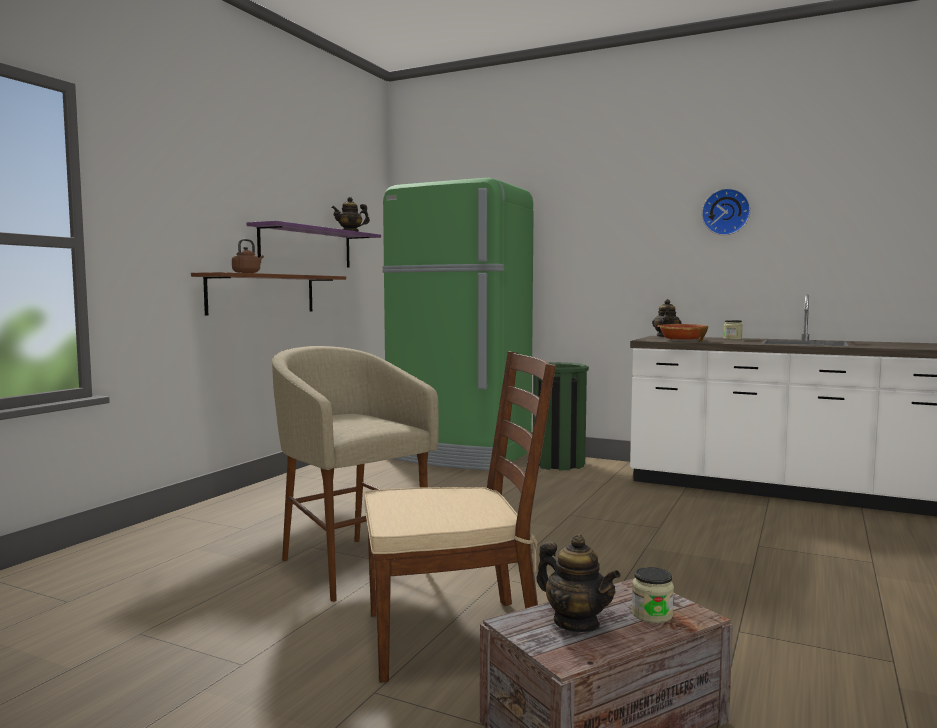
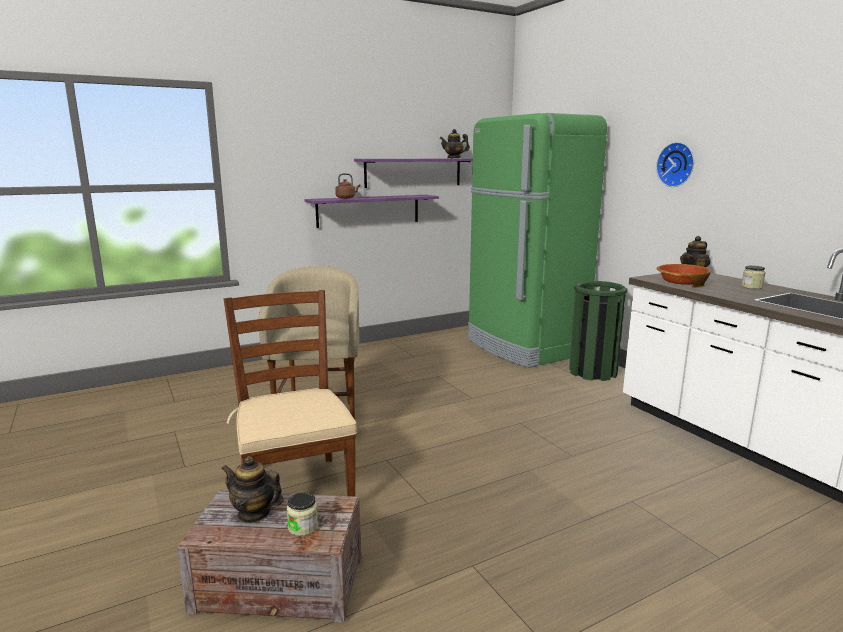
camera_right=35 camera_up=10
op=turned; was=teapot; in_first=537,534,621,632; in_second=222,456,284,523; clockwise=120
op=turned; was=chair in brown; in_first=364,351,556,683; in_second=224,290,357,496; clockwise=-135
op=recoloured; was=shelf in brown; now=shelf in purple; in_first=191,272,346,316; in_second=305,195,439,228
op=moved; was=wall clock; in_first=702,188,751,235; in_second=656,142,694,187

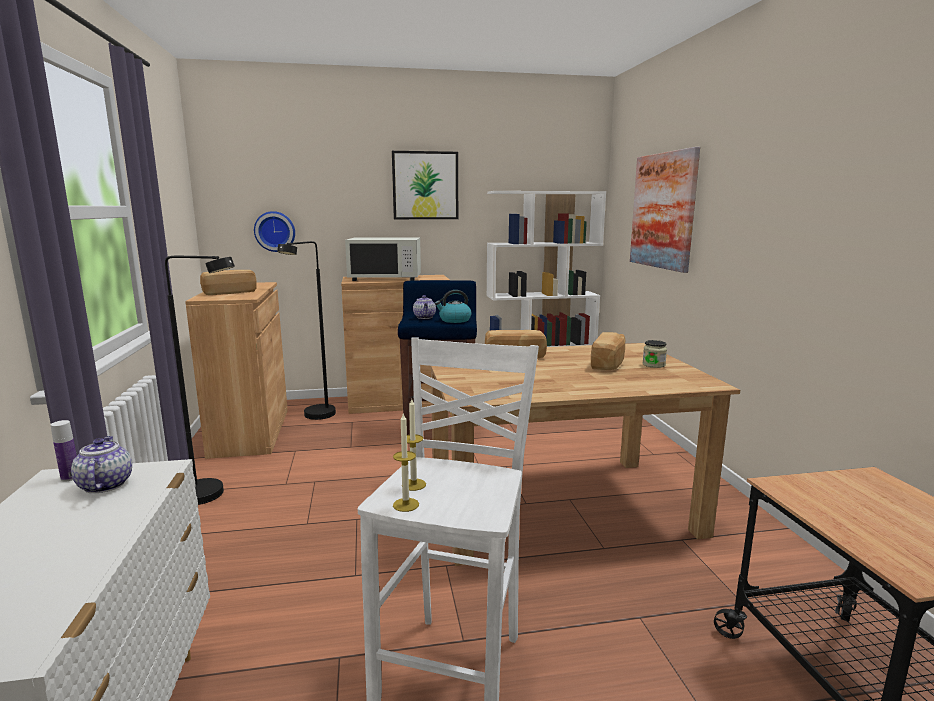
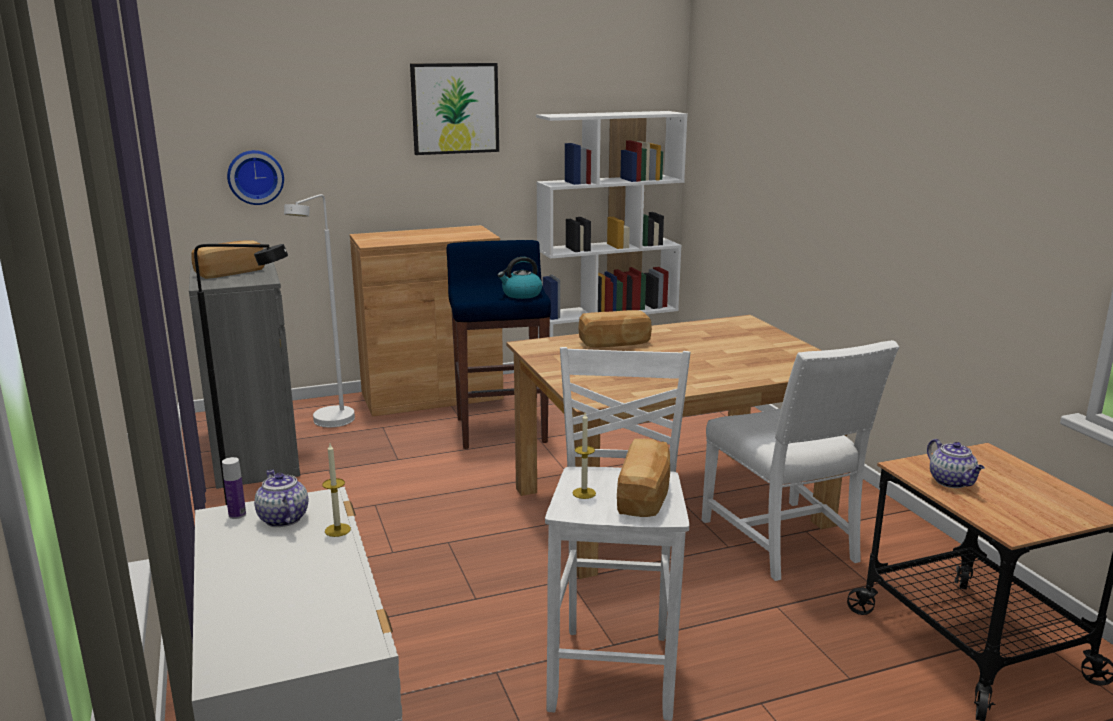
camera_right=-10 camera_up=5
op=recoloured; was=cabinet in brown; now=cabinet in grey; in_first=185,282,288,459; in_second=189,257,300,489
op=recoloured; was=floor lamp in black; now=floor lamp in white; in_first=277,241,336,420; in_second=284,194,355,427
op=moved; was=candle; in_first=393,412,419,512; in_second=322,444,351,537
op=moved; was=bread; in_first=591,332,625,370; in_second=617,438,670,517
op=added; now=chair in white; in_second=702,340,899,581
op=moved; was=teapot; in_first=413,295,436,319; in_second=927,439,985,488
op=removed; was=microwave in white; in_first=345,238,421,281
op=removed; was=picture; in_first=630,147,700,273
op=removed; was=jar; in_first=643,340,667,368

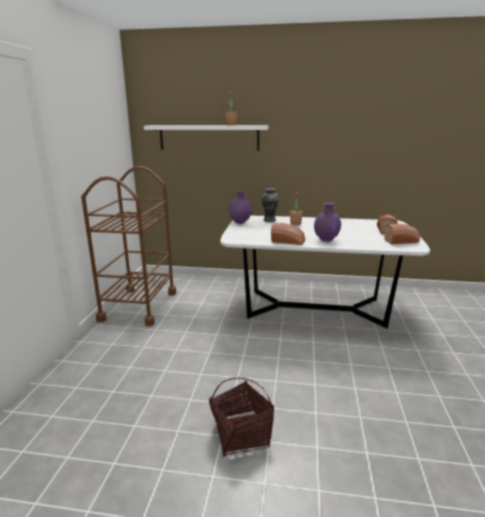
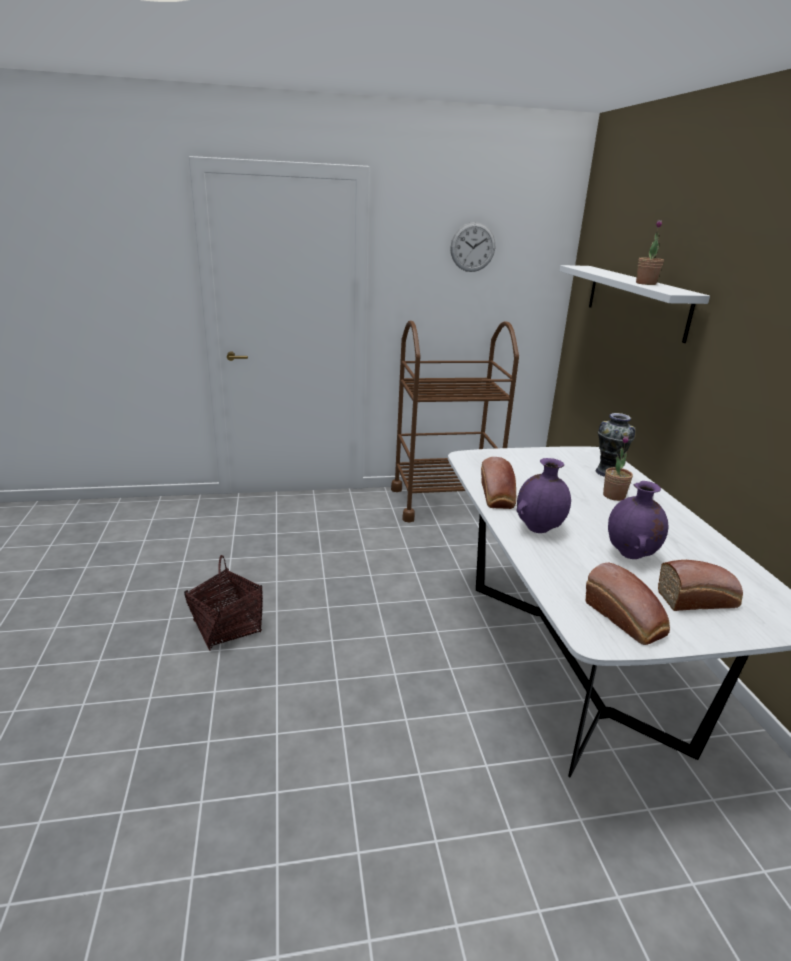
camera_right=70 camera_up=5
op=added; now=wall clock; in_second=450,222,495,272
op=moved; was=vase in purple; in_first=228,191,253,224; in_second=608,481,668,559

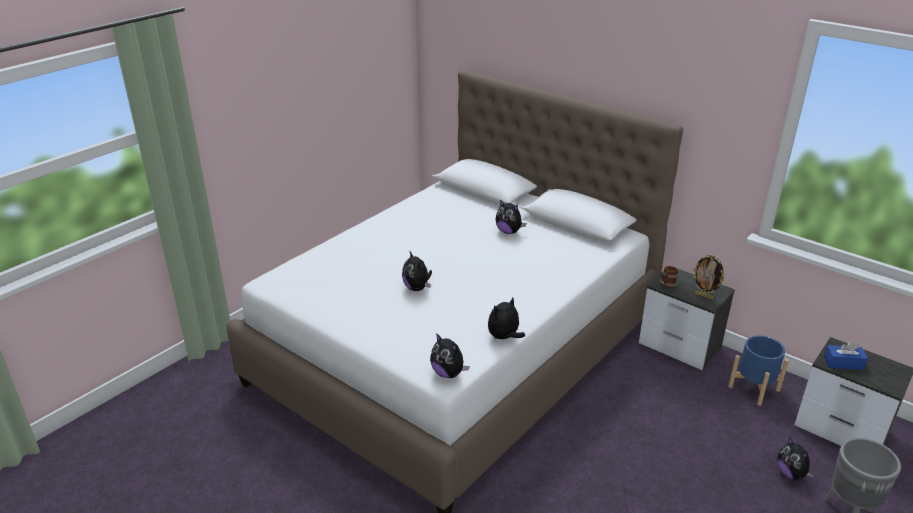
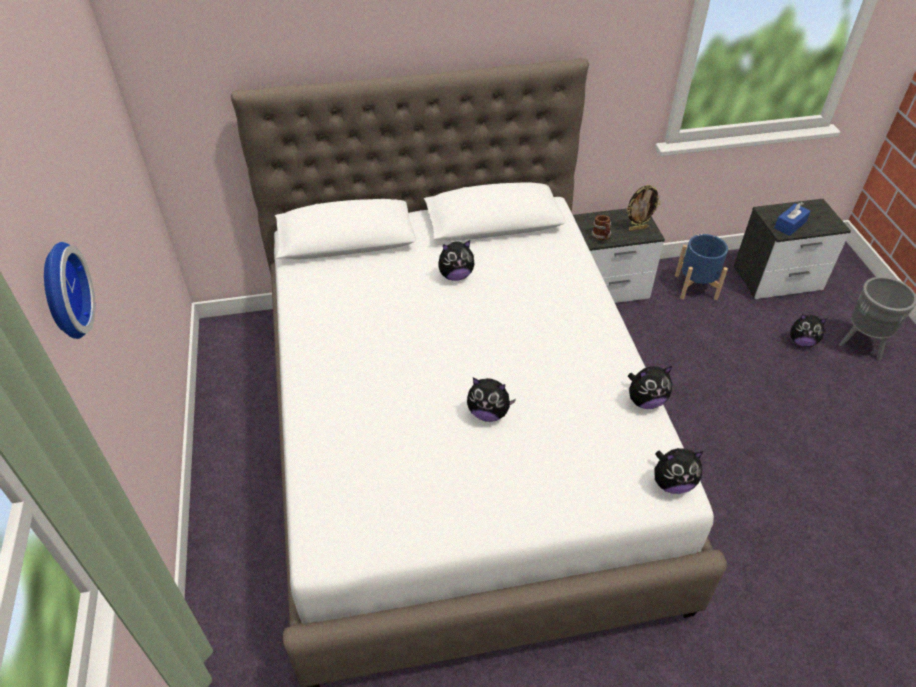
camera_right=-50 camera_up=15
op=added; now=wall clock; in_second=44,242,95,339
op=turned; was=plush toy; in_first=488,298,525,339; in_second=628,366,672,409; clockwise=-105

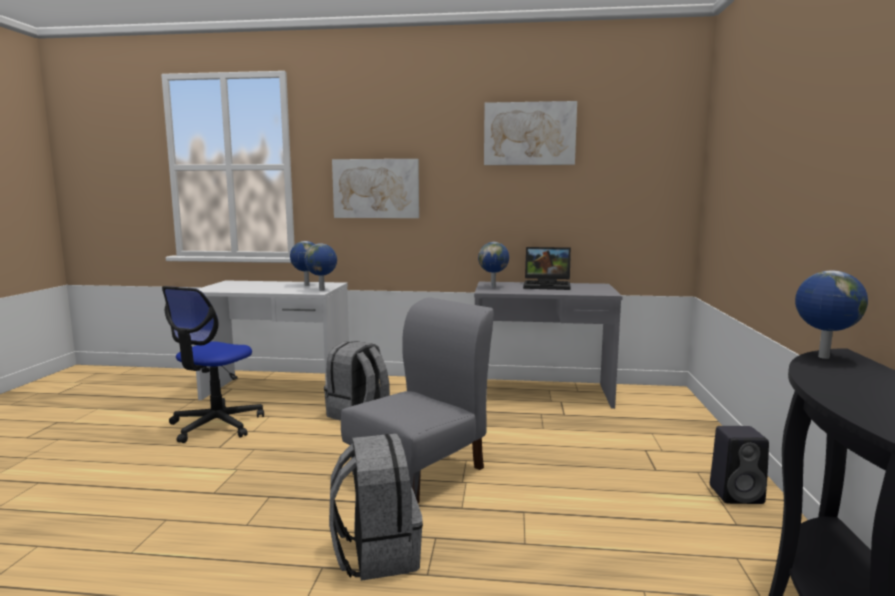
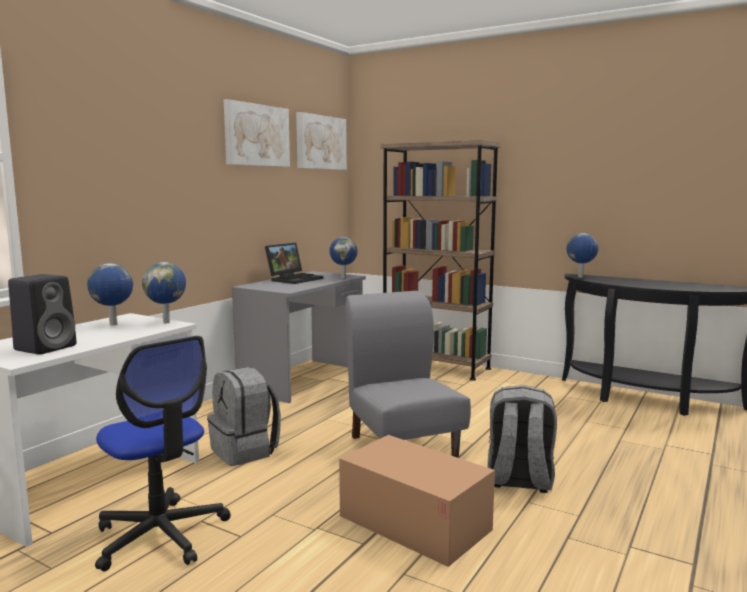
camera_right=-65 camera_up=0
op=moved; was=speaker in black; in_first=710,426,769,504; in_second=8,274,77,355
op=moved; was=picture; in_first=332,159,419,218; in_second=296,112,347,170
op=moved; was=globe; in_first=478,242,509,288; in_second=330,237,358,279
op=added; now=cardboard box; in_second=339,435,495,567
op=added; now=bookcase in brown; in_second=381,140,501,381

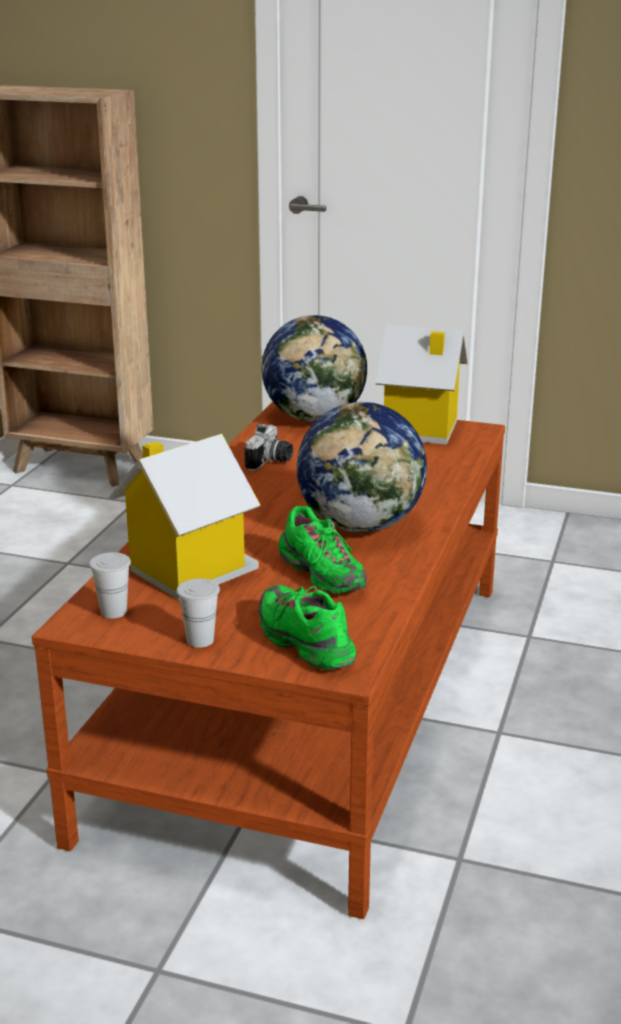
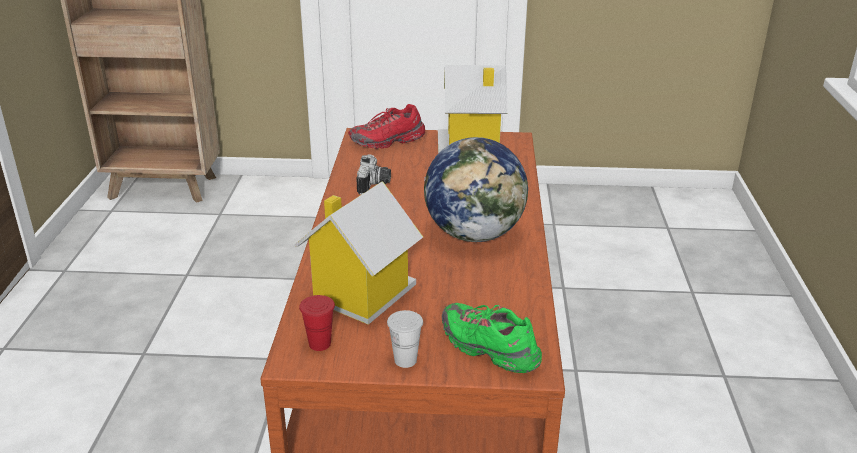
camera_right=-15 camera_up=5
op=recoloured; was=cup in white; now=cup in red; in_first=89,552,131,619; in_second=299,295,335,351
op=replaced; was=globe; now=shoe in red; in_first=261,315,367,422; in_second=348,104,425,149
op=removed; was=shoe in green; in_first=278,506,367,594

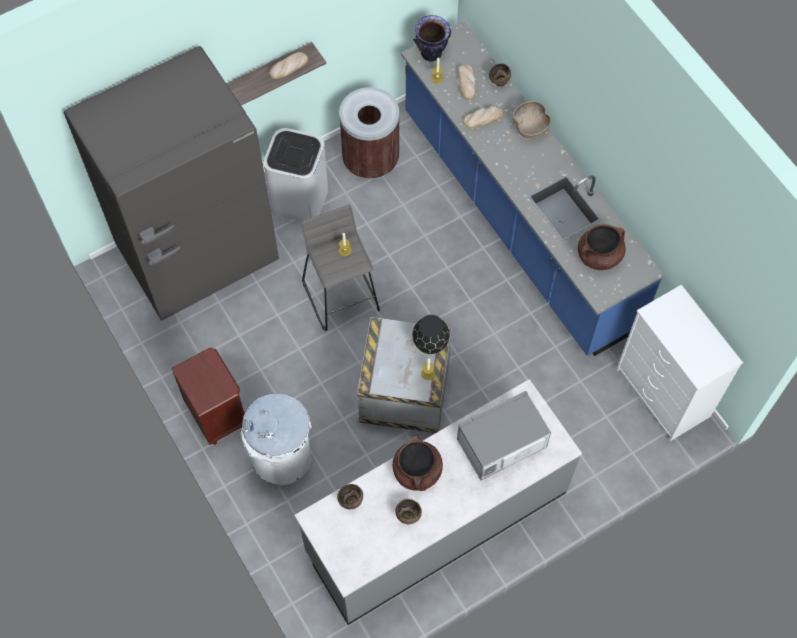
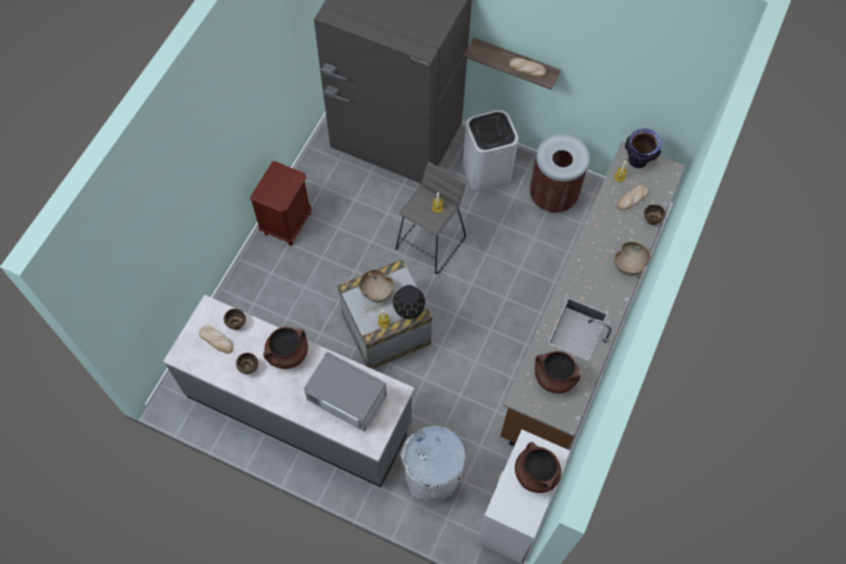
camera_right=55 camera_up=0
op=moved; was=bread; in_first=464,106,504,128; in_second=199,325,233,354
op=added; now=bowl in brown; in_second=359,269,394,302
op=moved; was=trash can in white; in_first=241,393,312,485; in_second=400,426,466,503
op=recoloured; was=counter in blue; now=counter in brown; in_first=401,21,664,356; in_second=500,141,685,450
op=added; now=cooking pot in brown; in_second=515,442,561,493

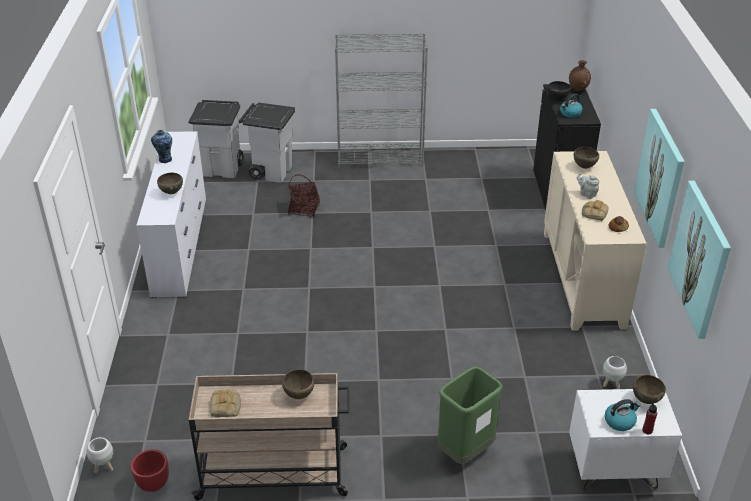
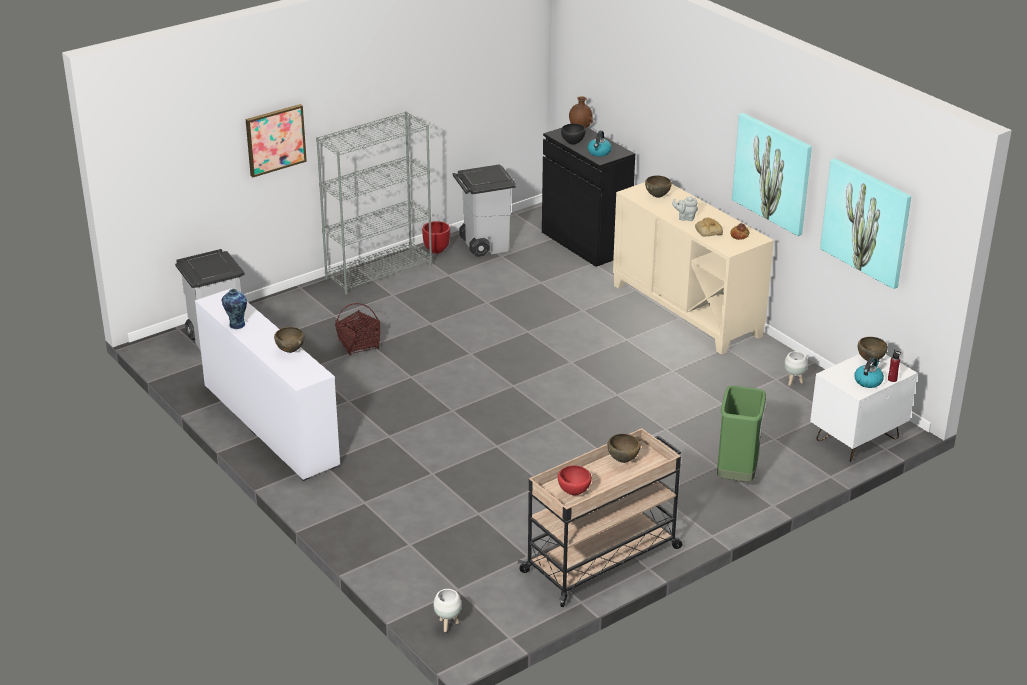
camera_right=-35 camera_up=-5
op=added; now=picture; in_second=246,104,307,177
op=moved; was=planter in red; in_first=131,449,169,492; in_second=422,221,450,253
op=moved; was=trash can in grey; in_first=239,103,295,183; in_second=453,165,516,257
op=replaced; was=bread; now=bowl in red; in_first=210,389,241,417; in_second=558,465,592,496

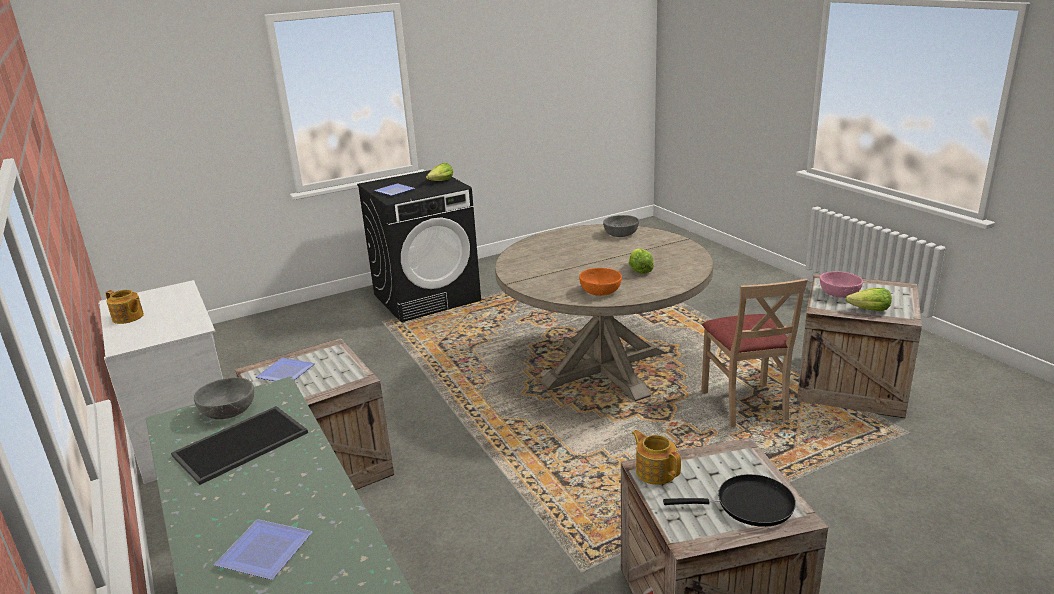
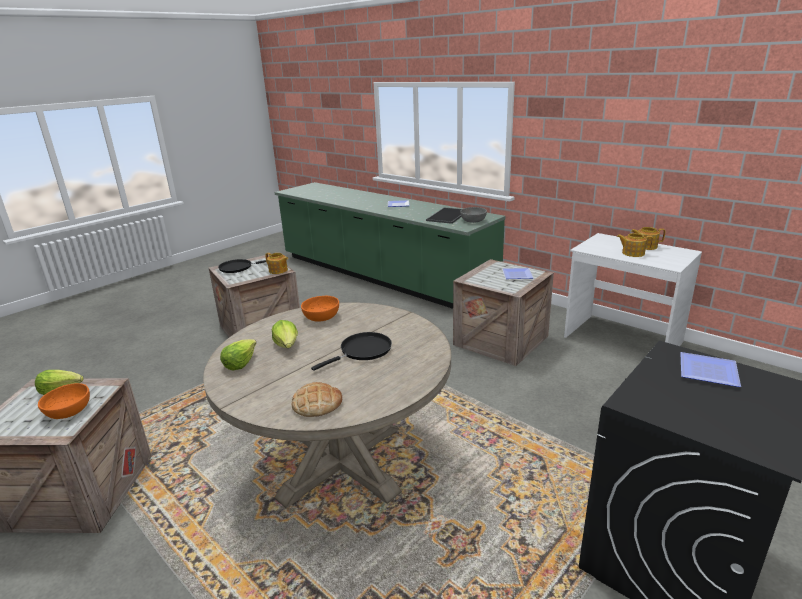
camera_right=160 camera_up=0
op=recoloured; was=bowl in pink; now=bowl in orange; in_first=820,271,863,298; in_second=38,383,90,419
op=moved; was=lettuce; in_first=426,163,453,181; in_second=220,339,257,370
op=replaced; was=bowl in grey; now=bread; in_first=603,215,639,237; in_second=291,382,342,417
op=added; now=frying pan in black; in_second=311,332,392,371
op=added; now=teapot; in_second=617,233,653,257
op=removed; was=chair in beige; in_first=701,279,808,427

